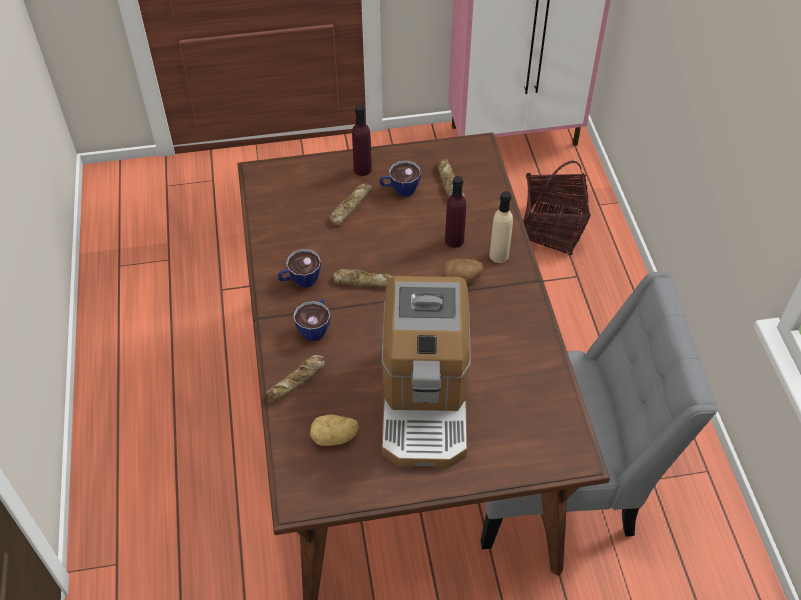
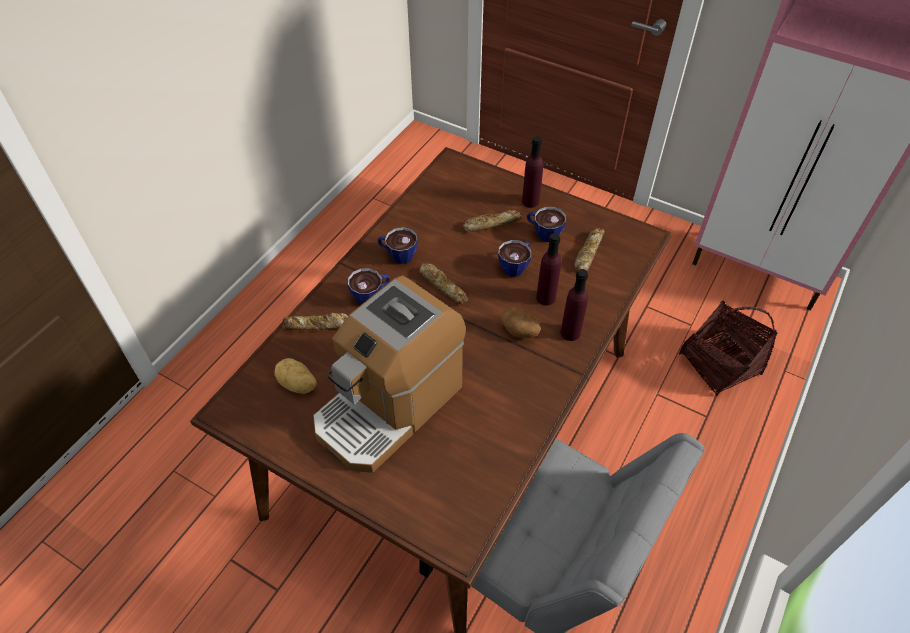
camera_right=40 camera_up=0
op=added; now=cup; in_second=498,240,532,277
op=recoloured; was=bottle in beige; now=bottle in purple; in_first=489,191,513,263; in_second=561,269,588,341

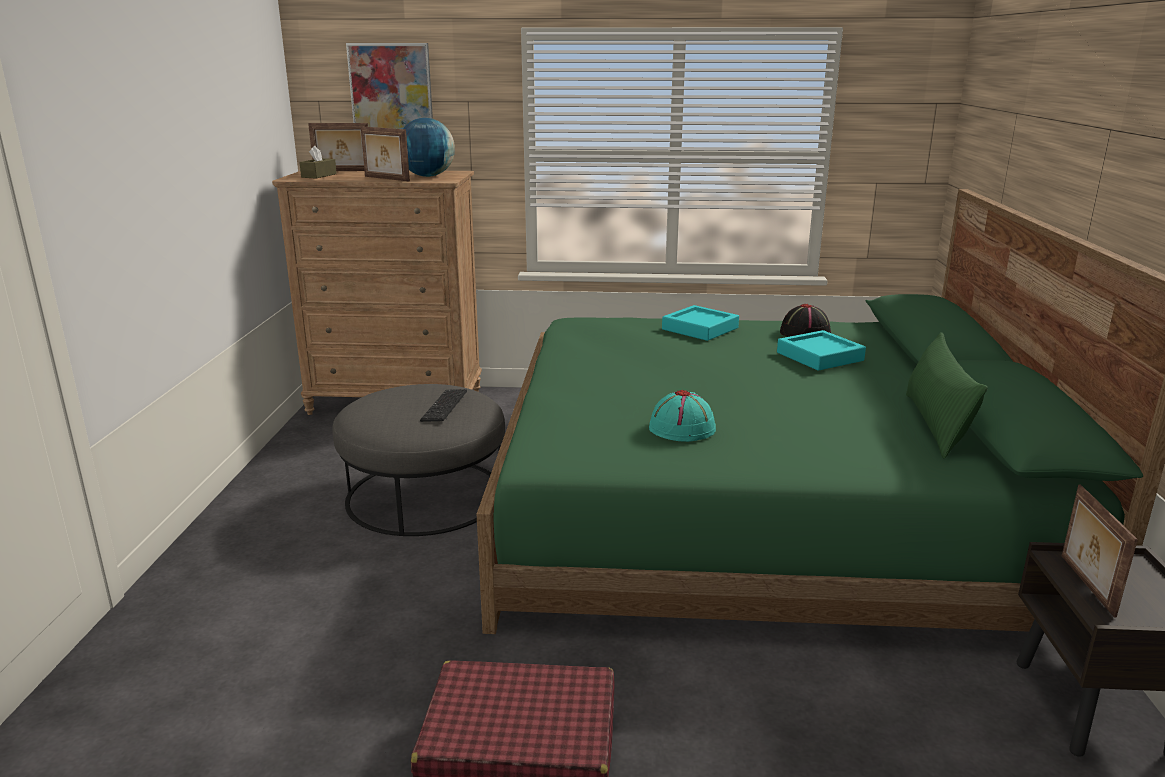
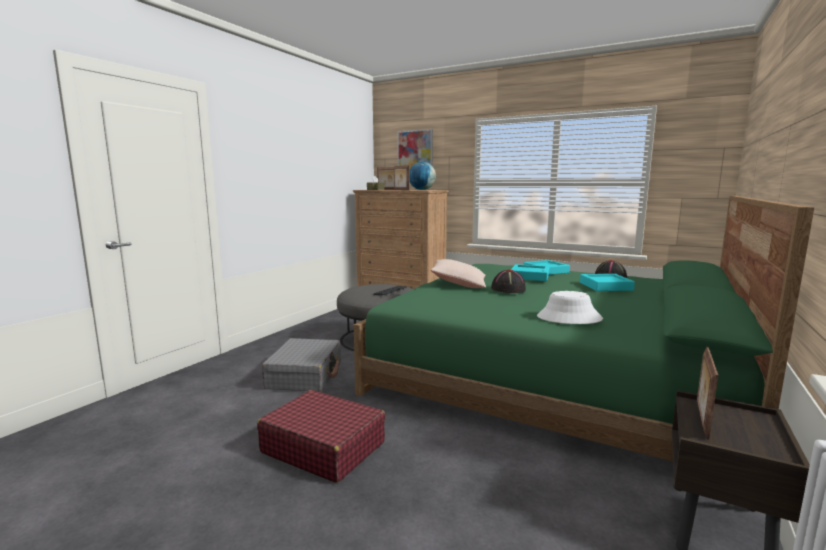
camera_right=25 camera_up=-10
op=added; now=suitcase in grey; in_second=262,338,341,392
op=added; now=pillow in beige; in_second=431,259,486,288
op=added; now=hat in black; in_second=491,270,526,293
op=added; now=tray in turquoise; in_second=511,264,549,281
op=added; now=hat in white; in_second=537,291,603,324
op=removed; was=hat in turquoise; in_first=649,390,716,442
op=removed; was=pillow in green; in_first=906,332,988,459

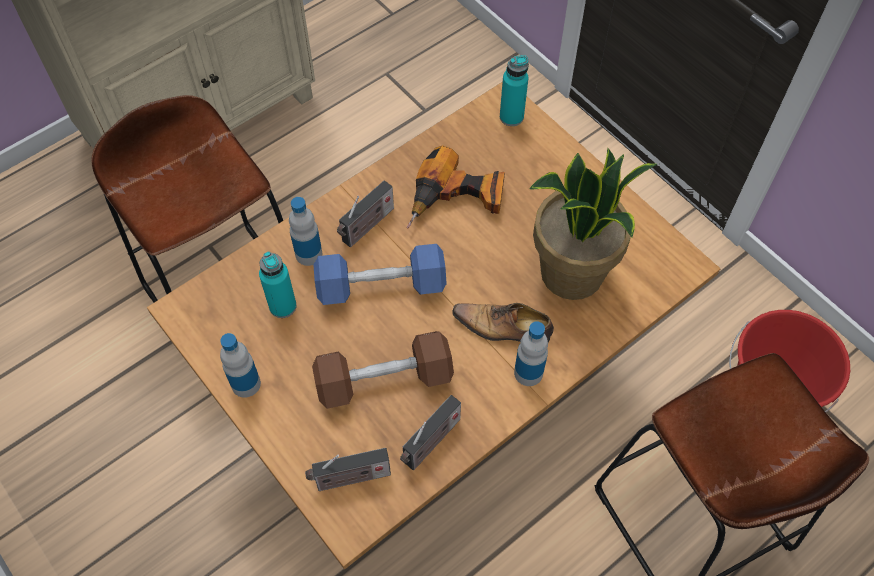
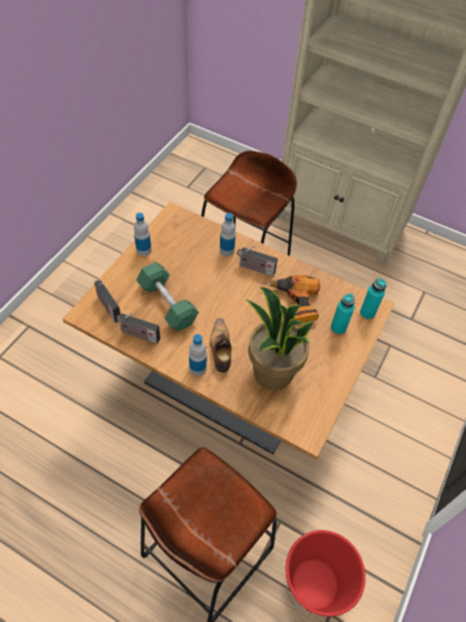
camera_right=65 camera_up=-5
op=recoloured; was=dumbbell in brown; now=dumbbell in green; in_first=312,331,454,409; in_second=136,262,199,331
op=moved; was=bottle in turquoise; in_first=259,252,297,318; in_second=331,293,355,335
op=removed; was=dumbbell in blue; in_first=314,244,447,305

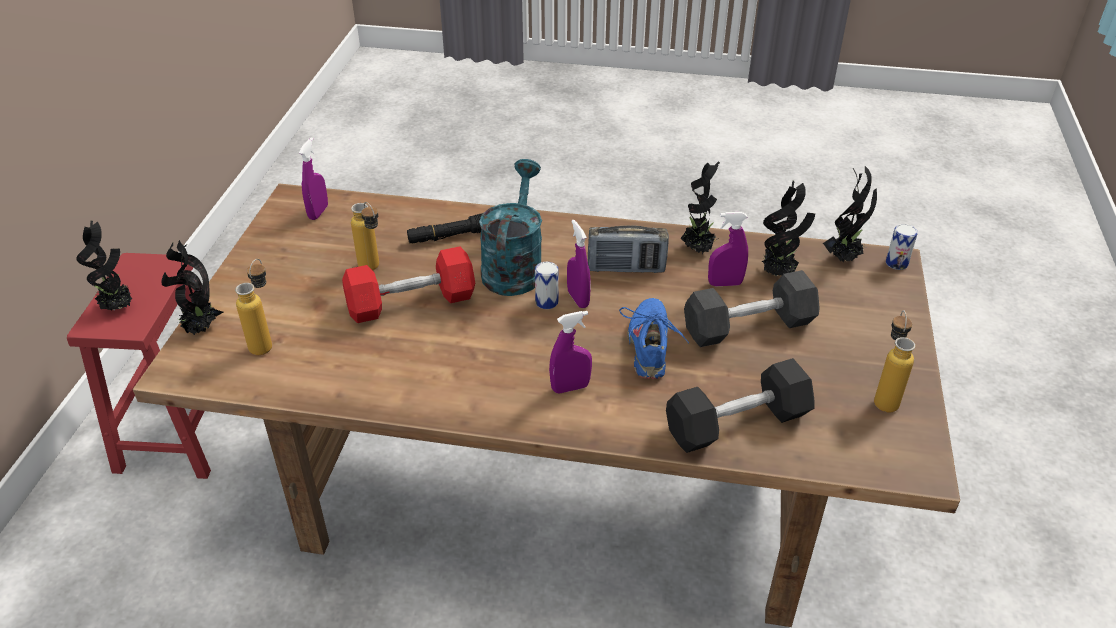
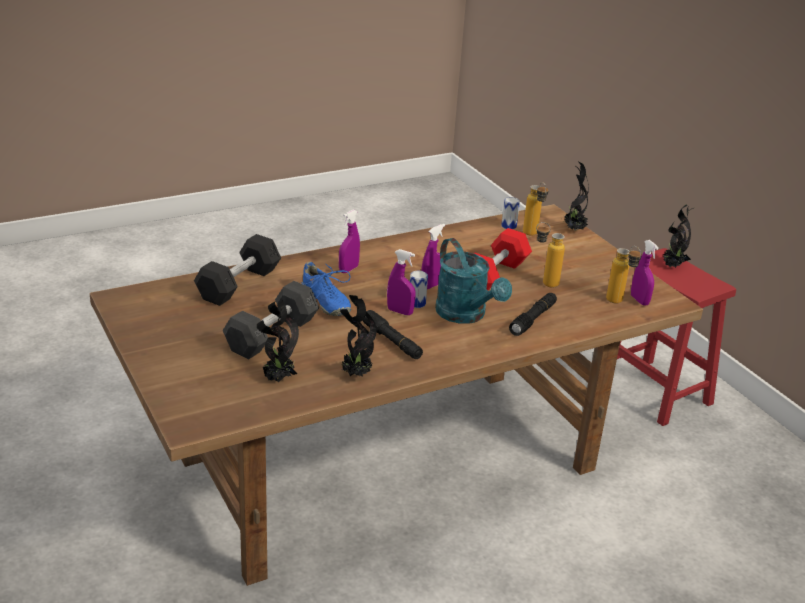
camera_right=140 camera_up=-10
op=replaced; was=radio; now=flashlight in black; in_first=588,225,669,273; in_second=363,310,423,359
op=moved; was=spray bottle in purple; in_first=708,212,748,286; in_second=421,224,445,289
op=moved; was=can; in_first=886,224,918,270; in_second=501,197,520,229
op=moved; was=bottle; in_first=874,310,915,412; in_second=606,246,642,304
op=removed; was=potted plant; in_first=823,166,877,262

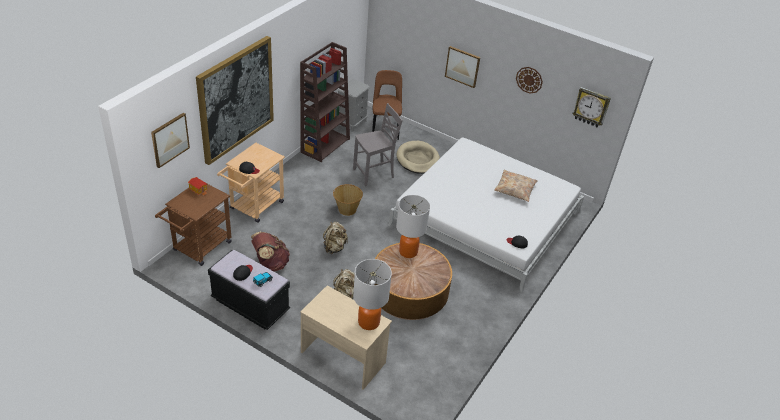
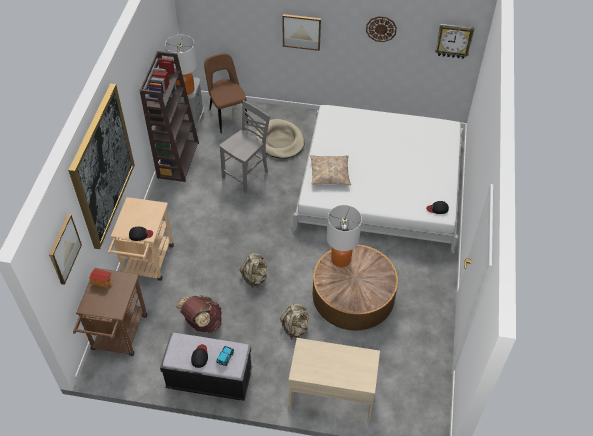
camera_right=-20 camera_up=10
op=moved; was=table lamp; in_first=353,259,392,330; in_second=165,35,197,95
op=moved; was=pillow in beige; in_first=494,170,538,202; in_second=310,155,351,185
op=removed; was=basket; in_first=333,184,363,216

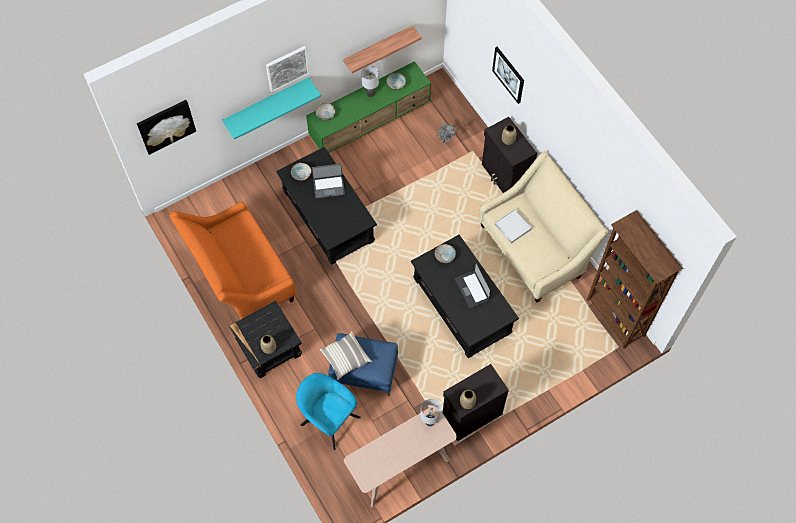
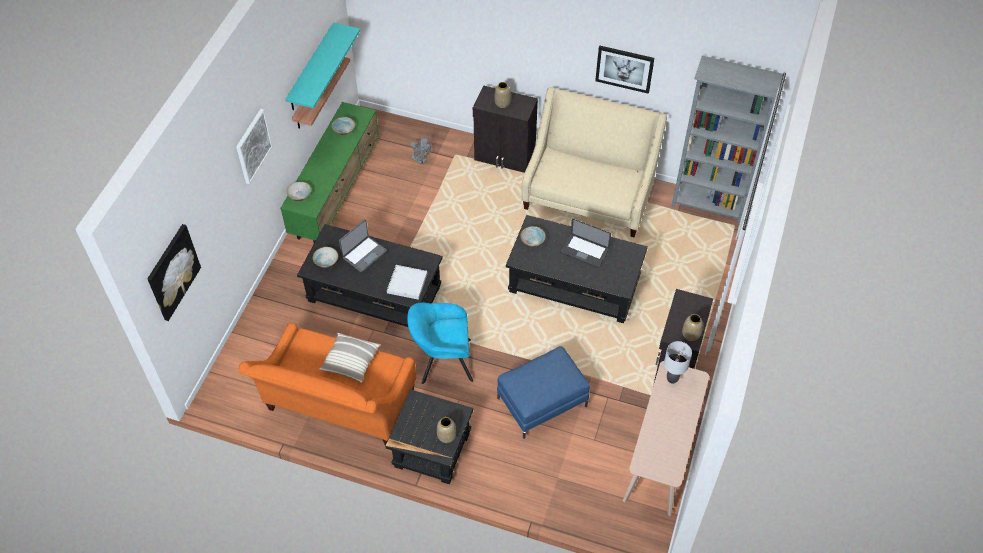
camera_right=-40 camera_up=-10
op=moved; was=shelf in turquoise; in_first=222,77,321,140; in_second=285,22,360,110
op=moved; was=pillow; in_first=320,331,372,380; in_second=319,333,381,383
op=moved; was=tray in white; in_first=494,209,532,243; in_second=387,265,428,300
op=moved; was=armchair in turquoise; in_first=296,373,361,450; in_second=407,302,473,384
op=moved; was=picture; in_first=492,47,524,104; in_second=595,46,654,94
op=recoloured; was=bookcase in brown; now=bookcase in grey; in_first=587,210,683,349; in_second=671,56,783,224
op=removed; was=table lamp in grey; in_first=361,65,379,97

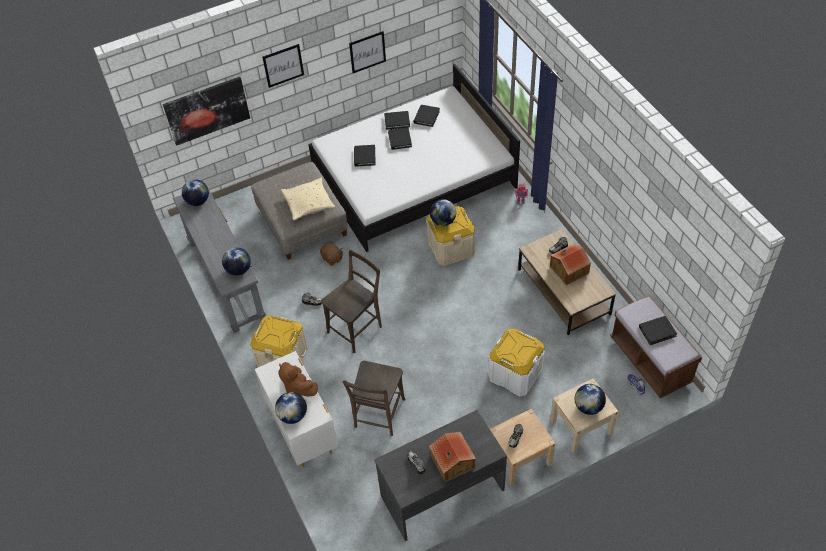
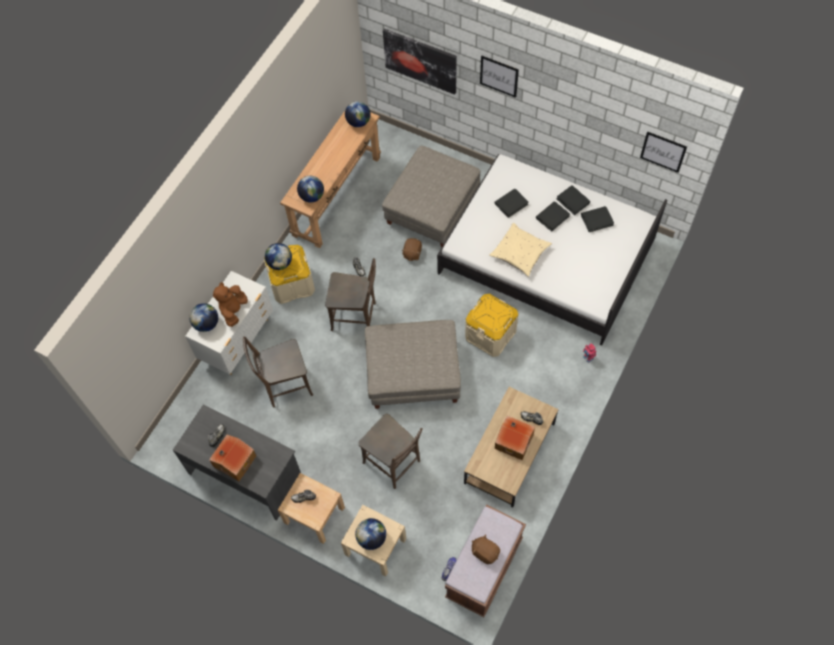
camera_right=55 camera_up=10
op=moved; was=globe; in_first=430,199,456,226; in_second=265,243,292,270
op=recoloured; was=console table in grey; now=console table in brown; in_first=173,189,266,333; in_second=280,111,381,248
op=replaced; was=storage box in white; now=chair in brown; in_first=488,329,545,396; in_second=358,414,423,489
op=added; now=ottoman in grey; in_second=365,320,461,409
op=replaced; was=book in black; now=plush toy in brown; in_first=639,316,677,345; in_second=472,534,500,564
op=moved; was=pillow in beige; in_first=281,177,336,220; in_second=489,223,552,277
op=moved; was=picture; in_first=349,31,386,73; in_second=640,131,687,173

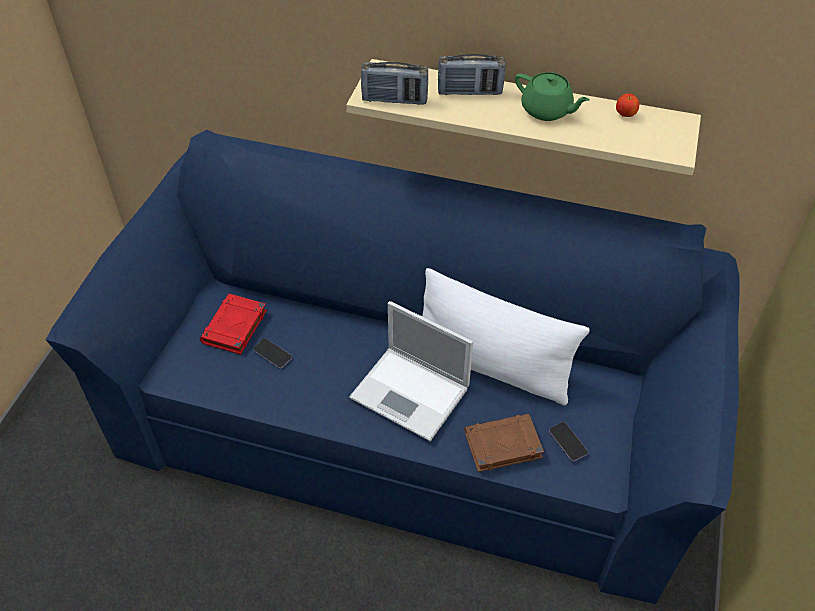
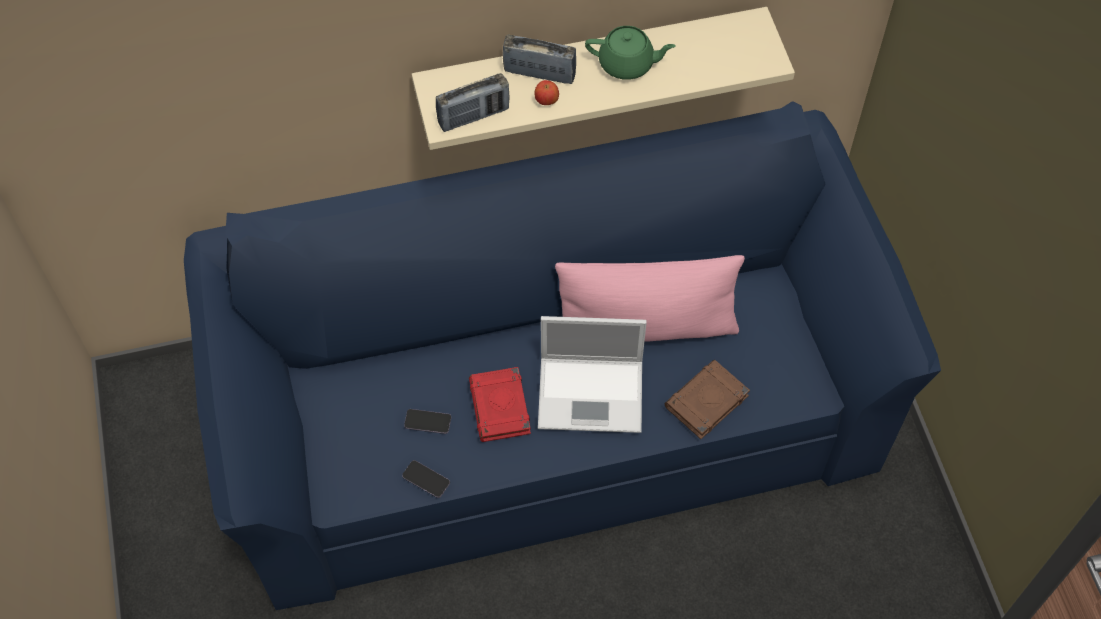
camera_right=-30 camera_up=10
op=moved; was=phone; in_first=549,422,588,462; in_second=402,460,450,498
op=moved; was=book in red; in_first=200,294,267,355; in_second=469,367,531,442
op=turned; was=radio; in_first=438,54,506,95; in_second=503,35,576,84; clockwise=-135
op=moved; was=apple; in_first=616,93,639,117; in_second=534,80,559,105
op=recoloured; was=pillow in white; now=pillow in pink; in_first=422,268,590,406; in_second=555,255,745,342

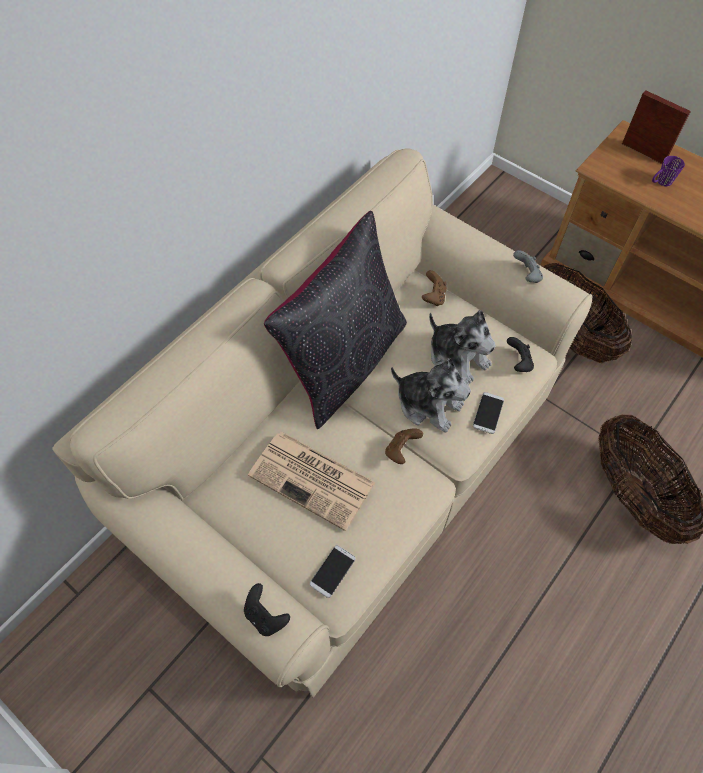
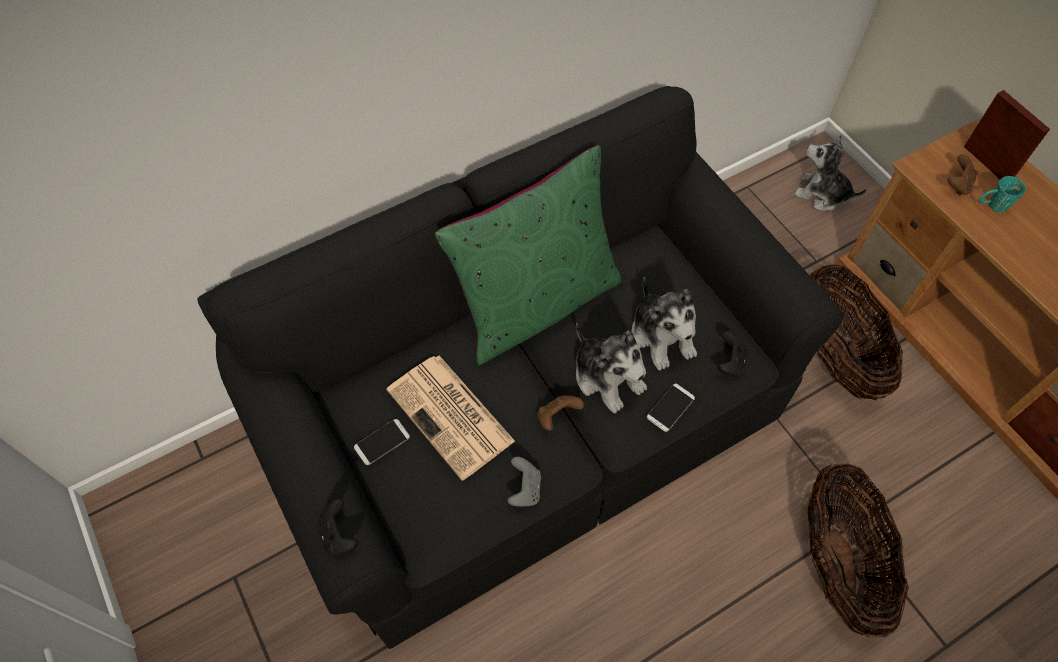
camera_right=20 camera_up=0
op=recoloured; was=sofa in beige; now=sofa in black; in_first=52,149,593,698; in_second=197,86,844,649
op=moved; was=phone; in_first=310,545,356,598; in_second=354,419,410,465
op=recoloured; was=pillow in black; now=pillow in green; in_first=264,211,407,429; in_second=435,145,621,365
op=moved; was=game controller in grey; in_first=513,250,543,283; in_second=507,457,541,507
op=added; now=plush toy; in_second=794,135,867,211
op=moved; was=game controller in brown; in_first=422,270,447,306; in_second=947,154,978,195
op=recoloured; was=mug in purple; now=mug in turquoise; in_first=652,156,685,186; in_second=980,176,1026,212

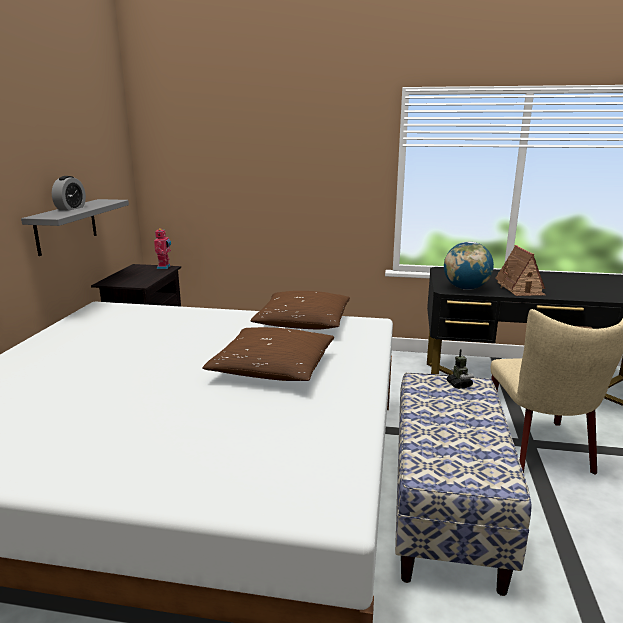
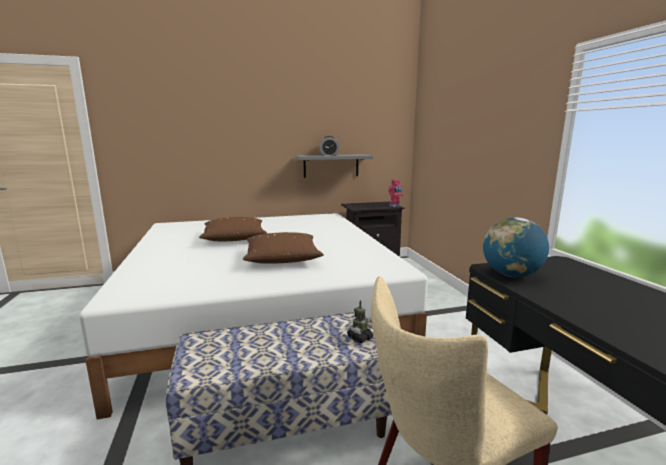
camera_right=65 camera_up=-5
op=moved; was=pillow in brown; in_first=251,291,350,329; in_second=199,217,267,241
op=removed; was=toy house; in_first=495,245,546,296

